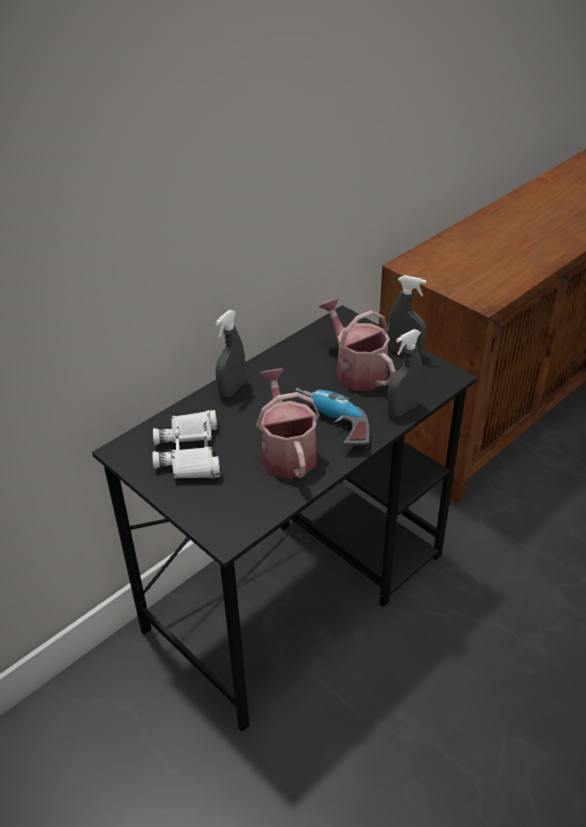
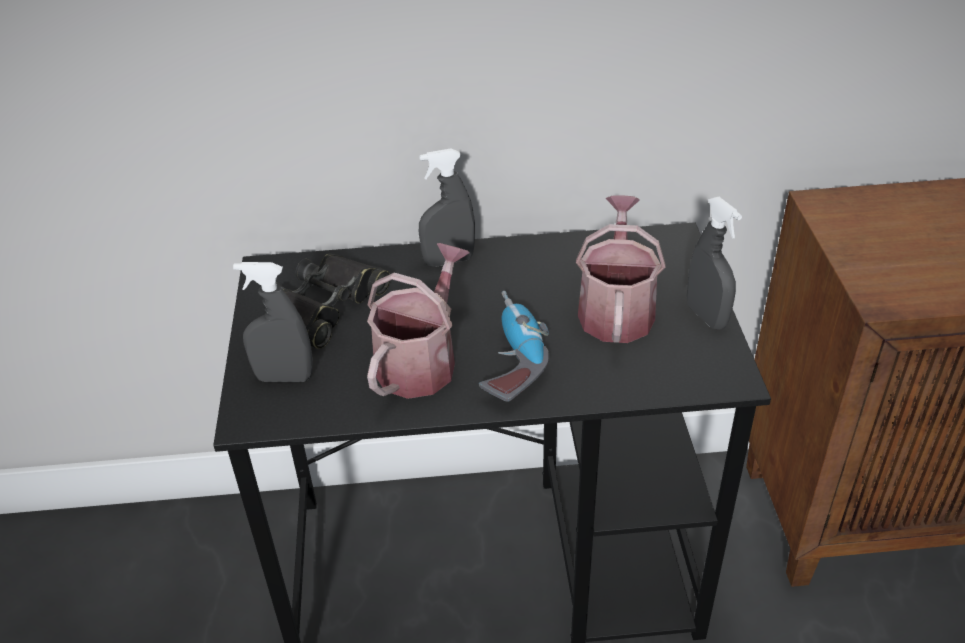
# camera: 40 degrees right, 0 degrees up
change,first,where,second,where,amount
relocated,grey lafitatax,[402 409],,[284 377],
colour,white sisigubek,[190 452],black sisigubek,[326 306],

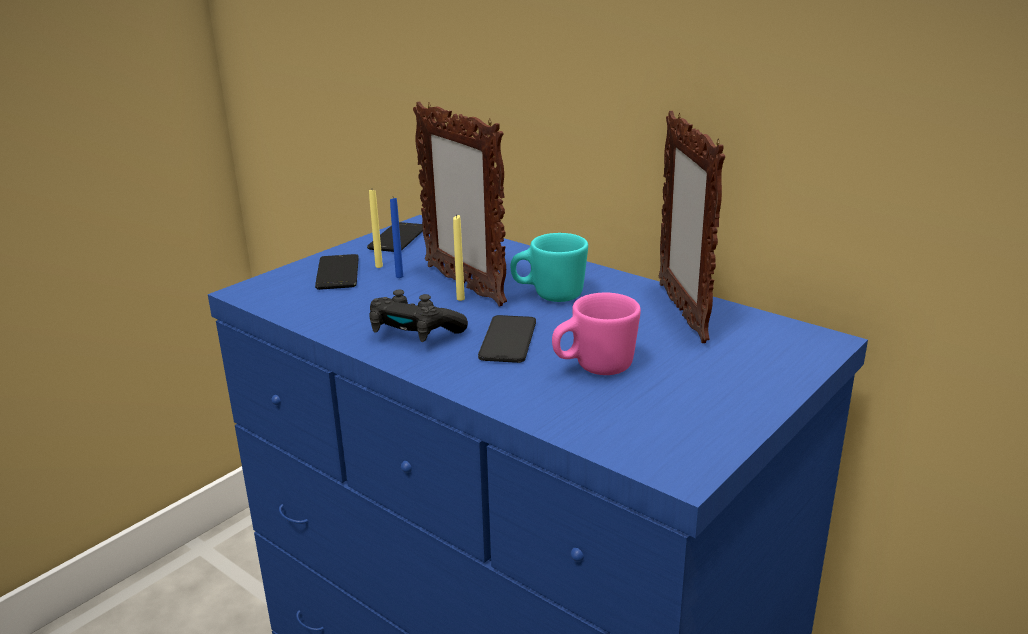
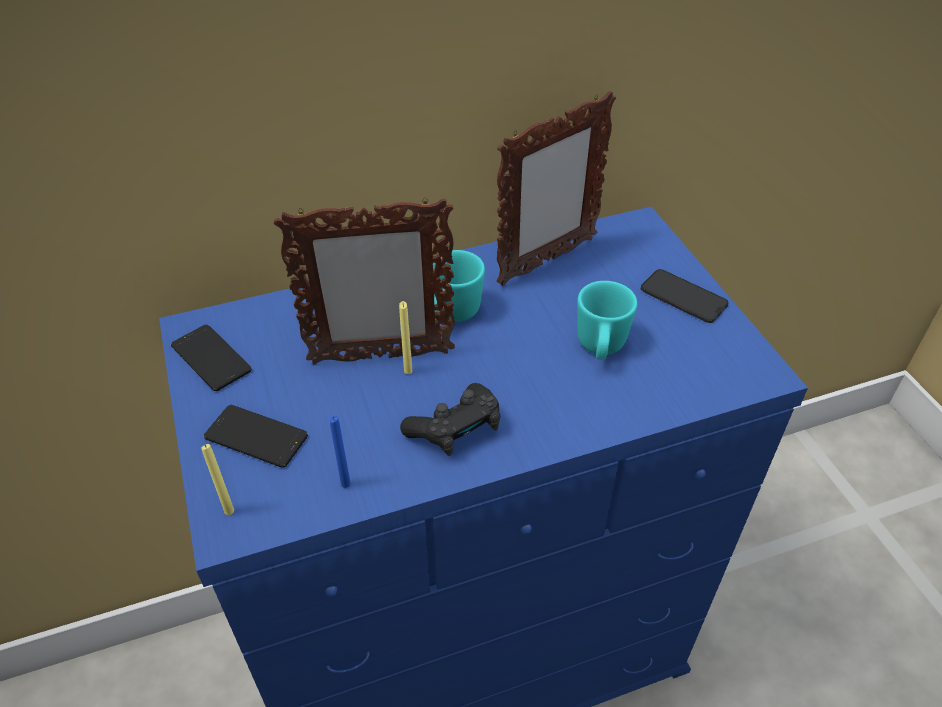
# camera: 60 degrees left, 20 degrees up
change,first,where,second,where,amount
spun,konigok,[682 312],,[546 261],60 degrees counterclockwise
relocated,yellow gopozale,[379 266],,[229 511],
relocated,blue gopozale,[399 276],,[345 484],
colour,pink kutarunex,[594 368],turquoise kutarunex,[600 348],
relocated,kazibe,[508 340],,[683 296],

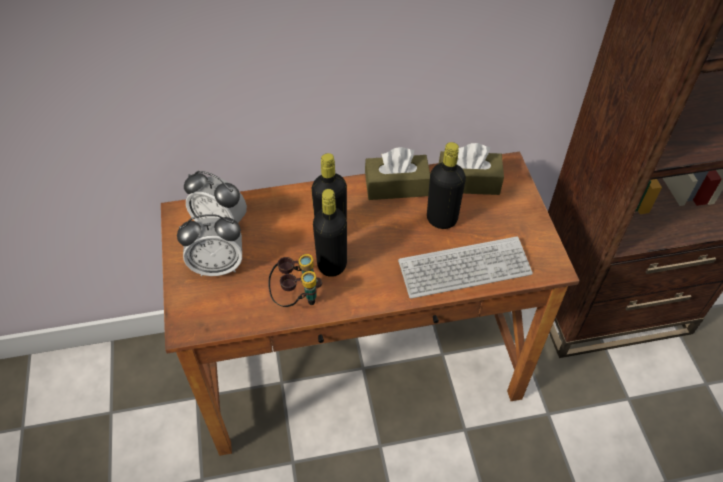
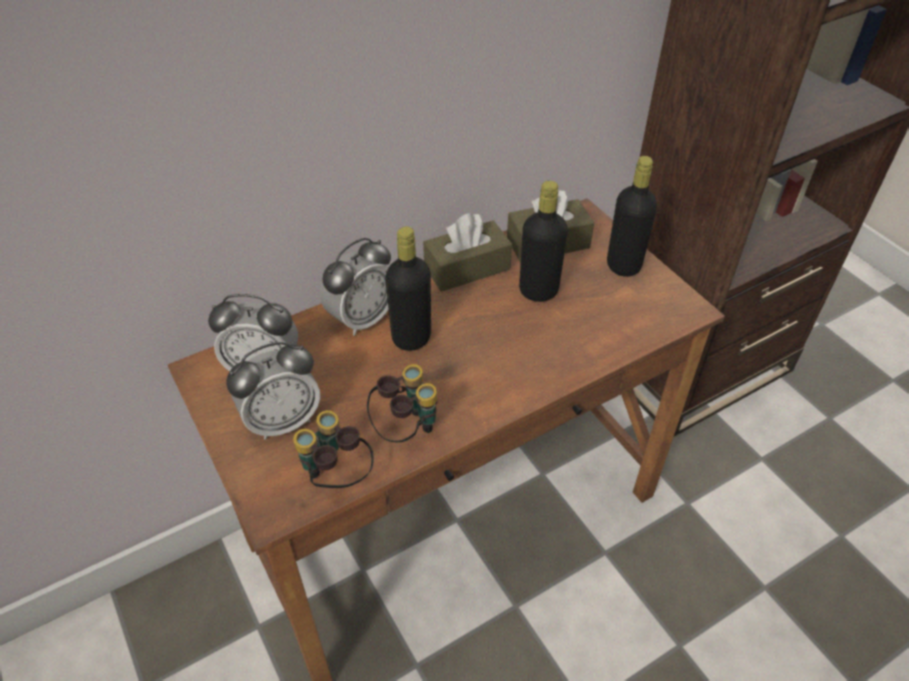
# camera: 20 degrees left, 5 degrees down
change,first,where,second,where,amount
relocated,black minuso,[332 265],,[623 265],
missing,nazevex,[464 269],,,
appeared,,,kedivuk,[362 318],
appeared,,,sisigubek,[337 477],

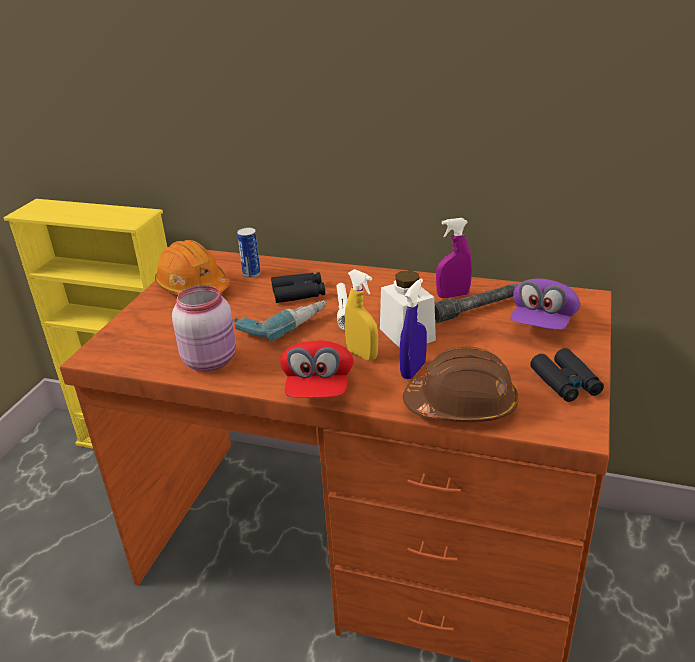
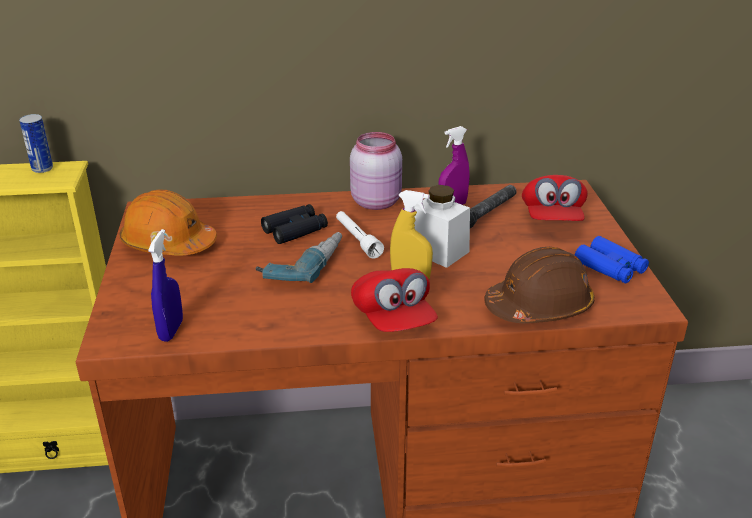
# camera: 25 degrees left, 0 degrees up
change,first,where,second,where,amount
relocated,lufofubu,[251 274],,[42 168],
relocated,blue lafitatax,[413 370],,[171 330],
colour,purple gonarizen,[542 323],red gonarizen,[552 218],
relocated,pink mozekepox,[211 360],,[377 202],
colour,black sisigubek,[565 383],blue sisigubek,[610 267],

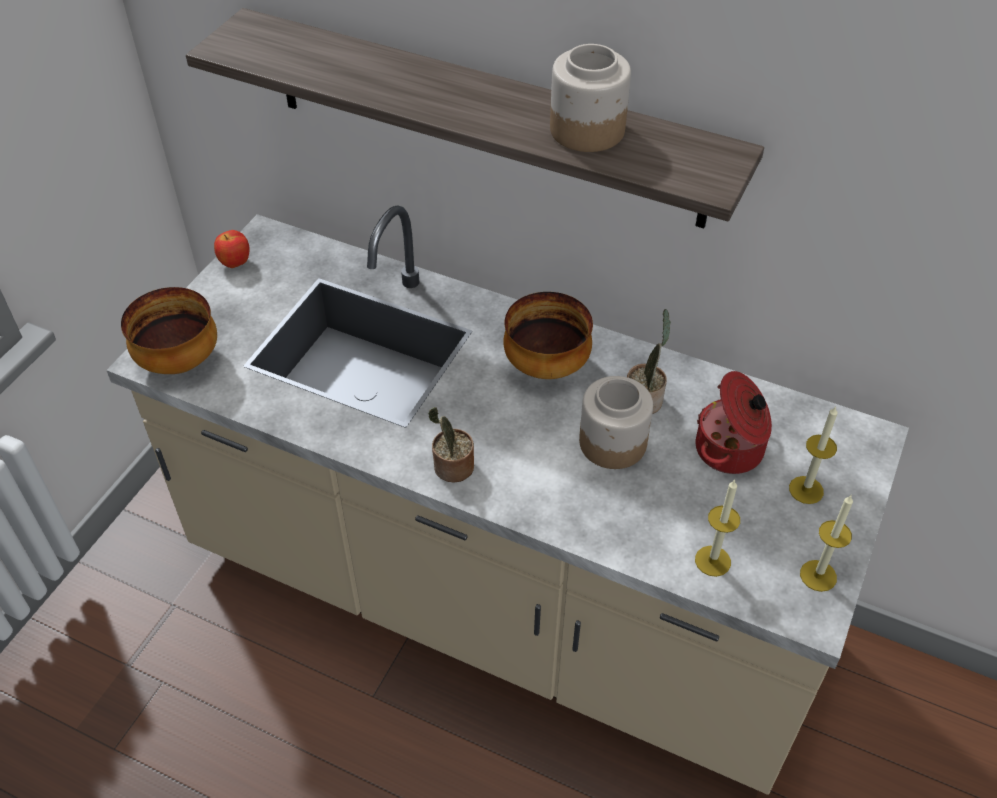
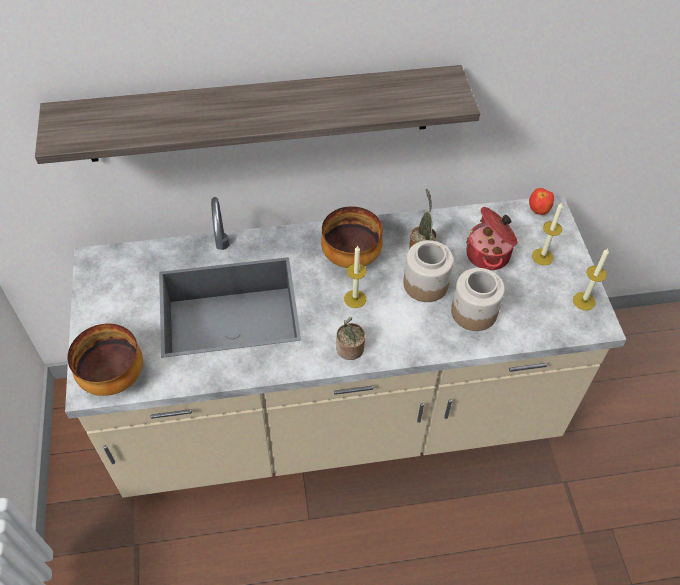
# camera: 35 degrees left, 5 degrees up
change,first,where,second,where,amount
relocated,mozekepox,[586 130],,[473 312],
relocated,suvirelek,[235 263],,[538 211],
relocated,gopozale,[712 561],,[355 299],

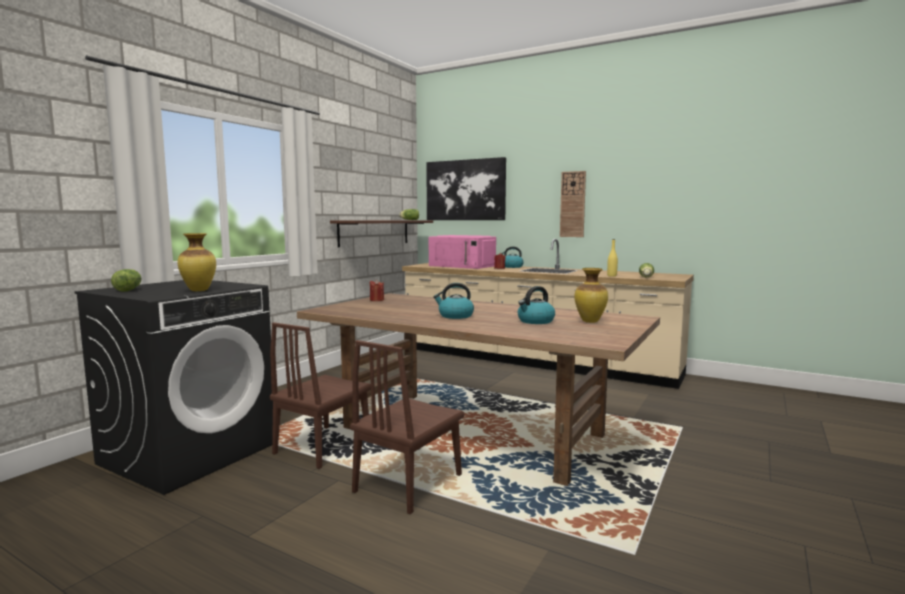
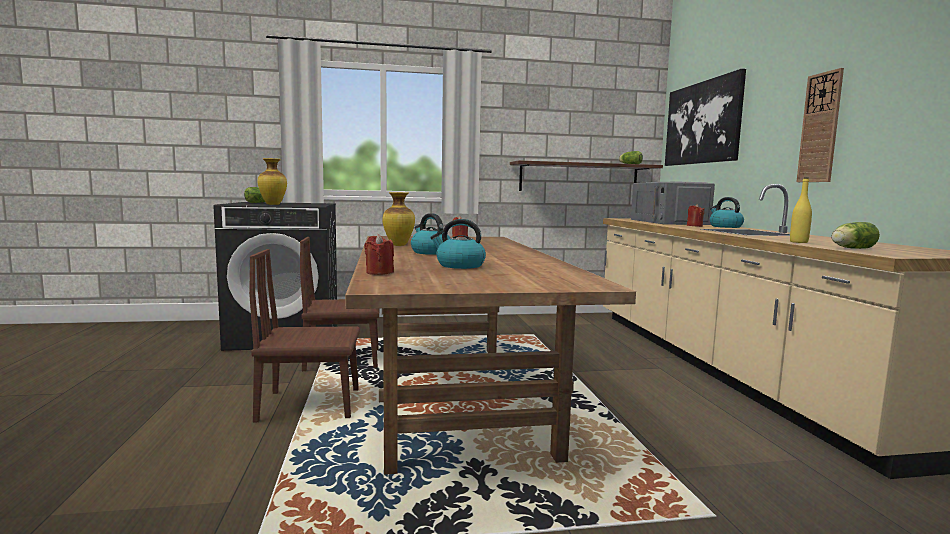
# camera: 50 degrees right, 0 degrees up
change,first,where,second,where,amount
colour,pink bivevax,[462 266],grey bivevax,[669 222],
relocated,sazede,[590 321],,[399 245],
appeared,,,red gopozale,[379 272],

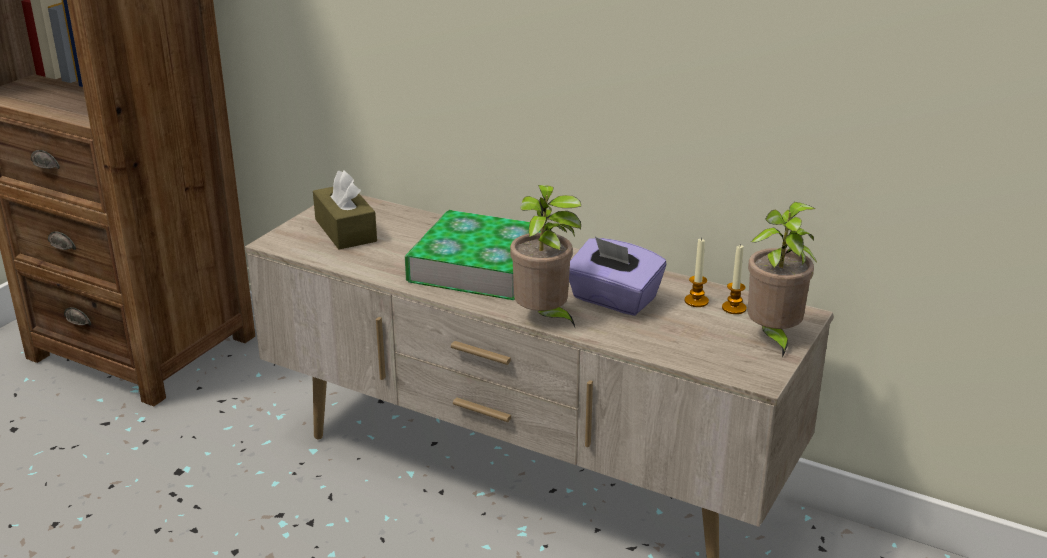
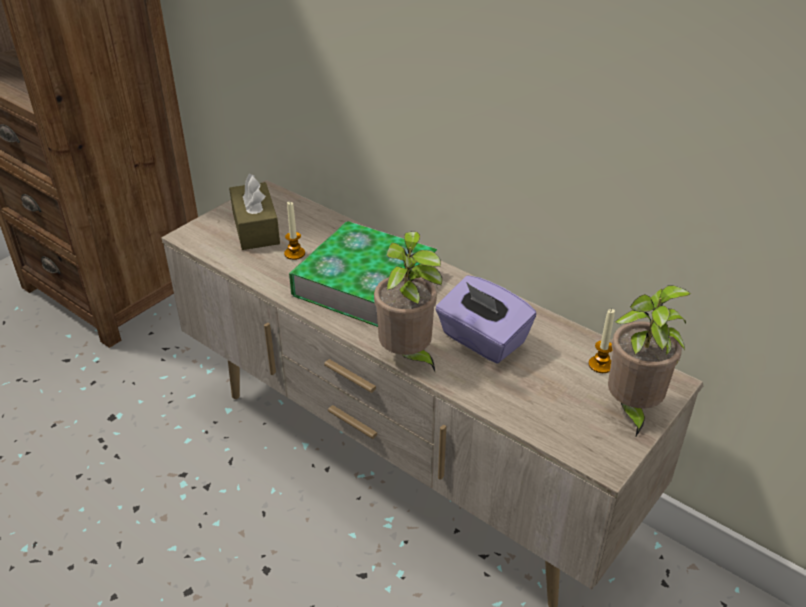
# camera: 10 degrees right, 10 degrees up
change,first,where,second,where,amount
relocated,gopozale,[696 301],,[294 253],

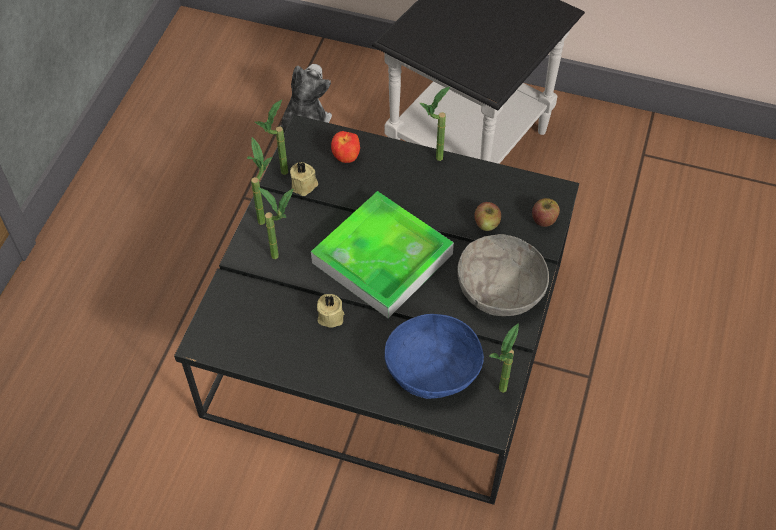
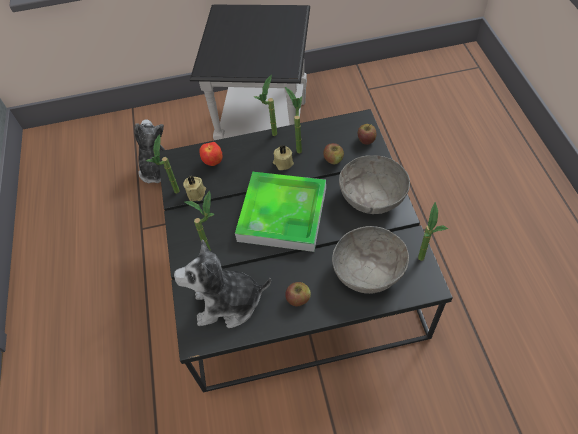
# camera: 25 degrees left, 0 degrees up
change,first,where,second,where,amount
relocated,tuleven,[263 215],,[297 147],
relocated,beige gopozale,[330 316],,[283 163],
colour,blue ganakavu,[433 370],grey ganakavu,[368 270],
appeared,,,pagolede,[228 303],
appeared,,,suvirelek,[298 298],

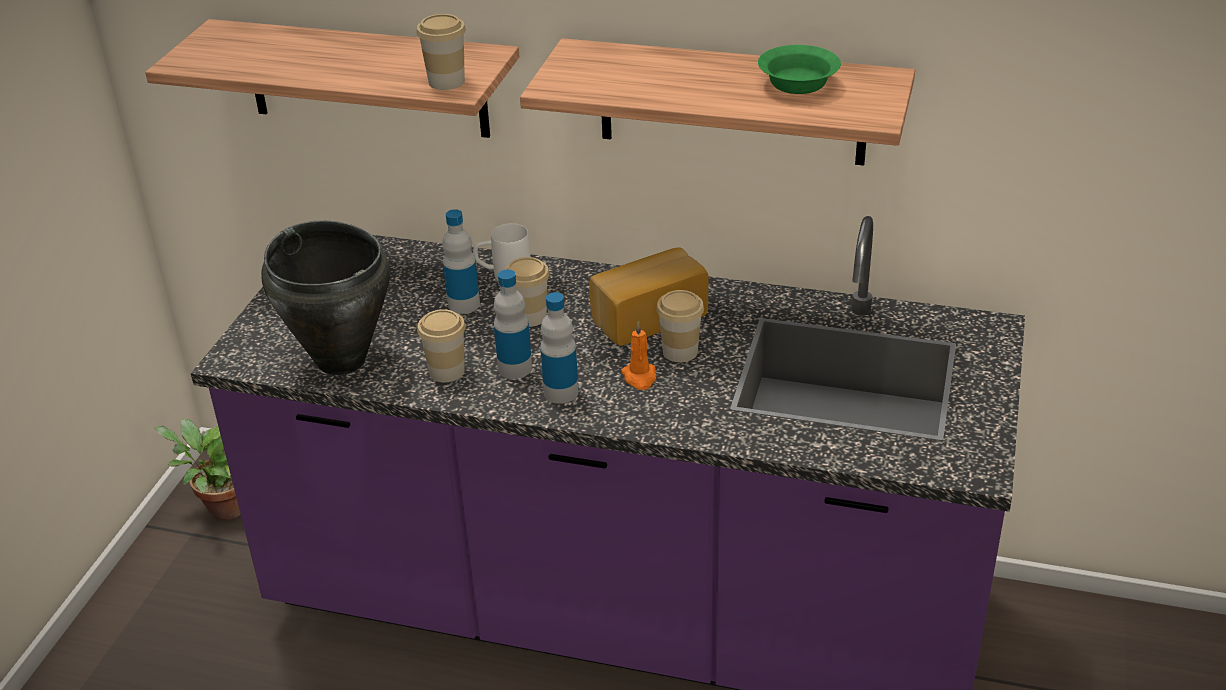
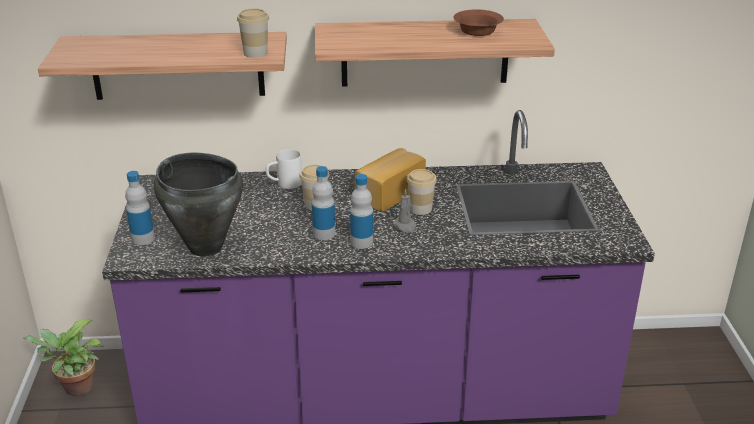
# camera: 20 degrees left, 5 degrees down
change,first,where,second,where,amount
colour,green ganakavu,[797 85],brown ganakavu,[477 32],
relocated,minuso,[464 304],,[143 238],
missing,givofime,[446 371],,,
colour,orange gopozale,[640 377],grey gopozale,[405 226],

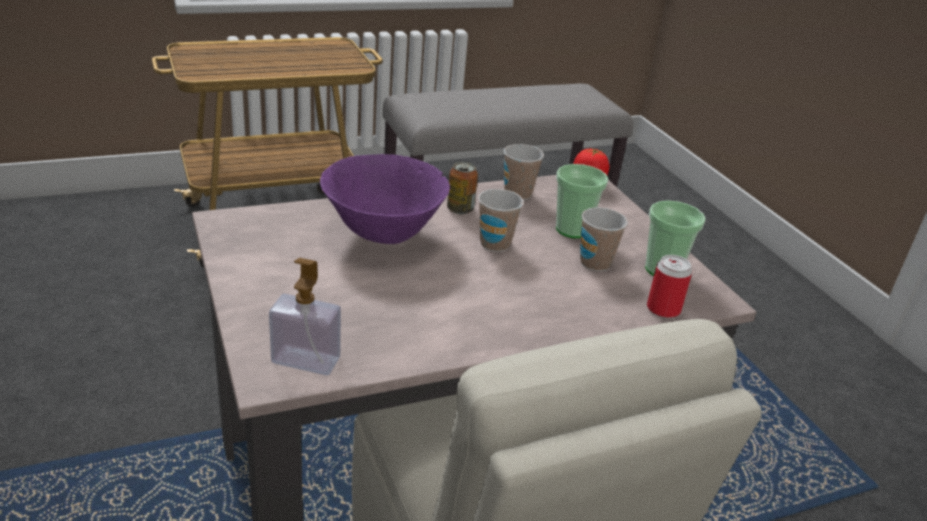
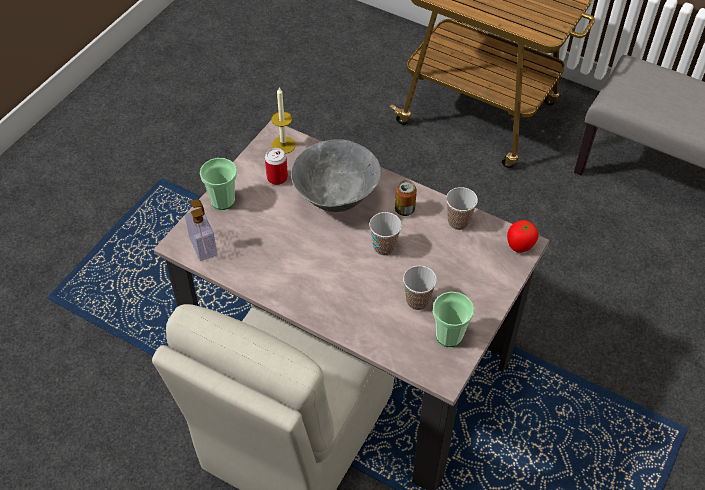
# camera: 55 degrees right, 20 degrees up
change,first,where,second,where,amount
colour,purple ganakavu,[383 235],grey ganakavu,[336 199],
relocated,givofime,[572 229],,[223 200],
relocated,lufofubu,[663 309],,[277 178],
appeared,,,gopozale,[283 145],

